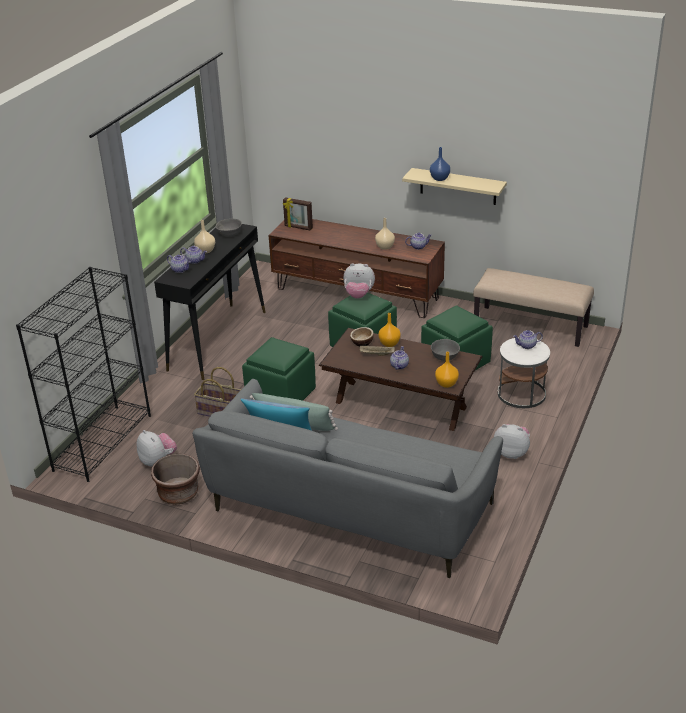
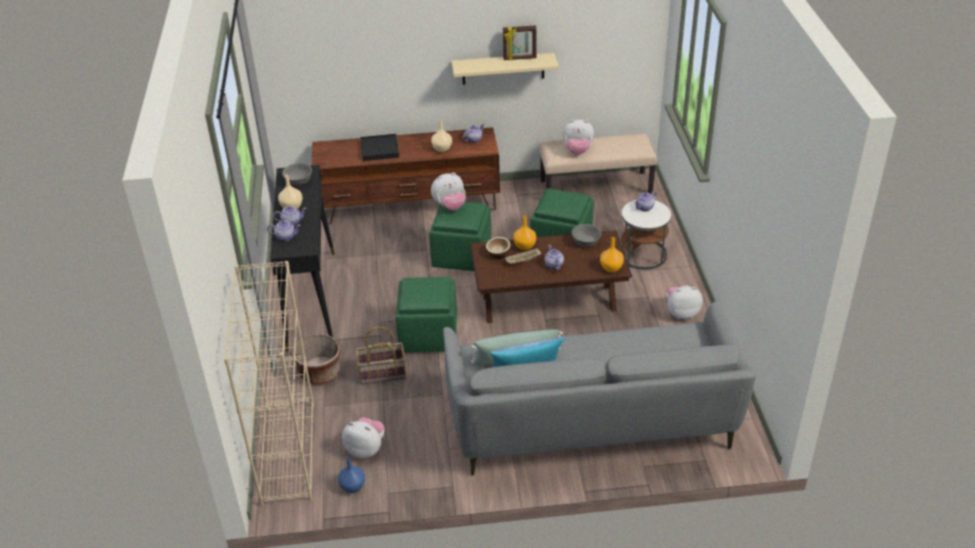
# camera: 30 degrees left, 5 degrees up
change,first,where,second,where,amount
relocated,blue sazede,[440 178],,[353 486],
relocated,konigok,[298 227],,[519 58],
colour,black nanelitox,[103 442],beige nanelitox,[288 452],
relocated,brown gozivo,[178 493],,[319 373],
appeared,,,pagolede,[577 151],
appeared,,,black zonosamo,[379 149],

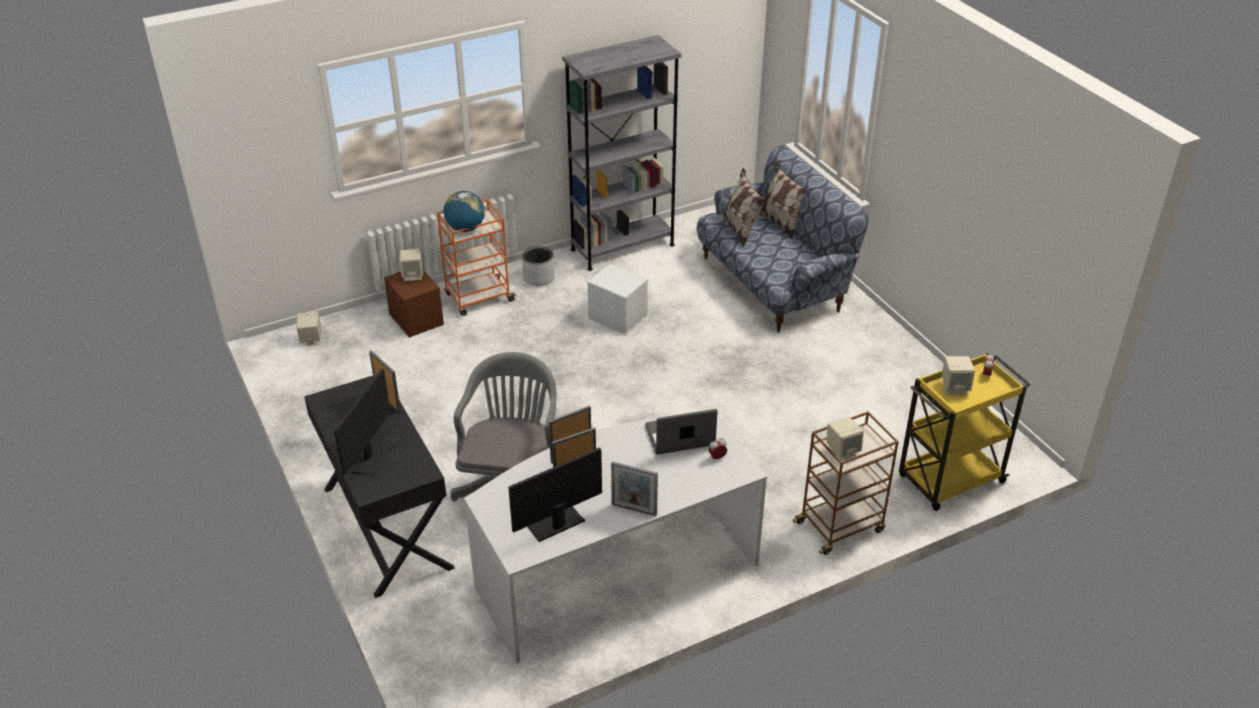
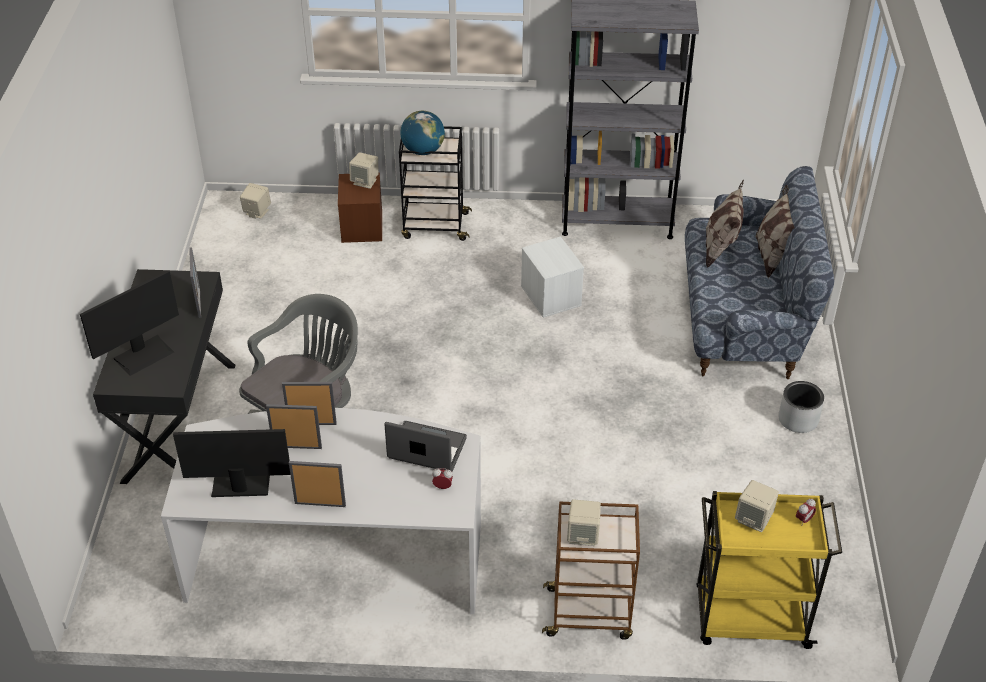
# camera: 30 degrees right, 5 degrees up
change,first,where,second,where,amount
colour,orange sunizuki,[478 298],black sunizuki,[434 226],
relocated,grey gozivo,[539 278],,[798 420],
spun,konigok,[634 509],,[320 504],135 degrees clockwise

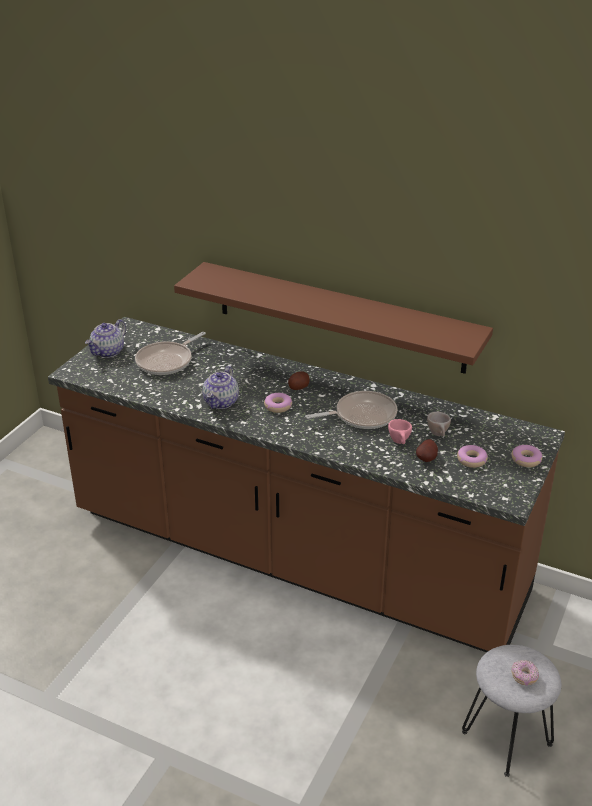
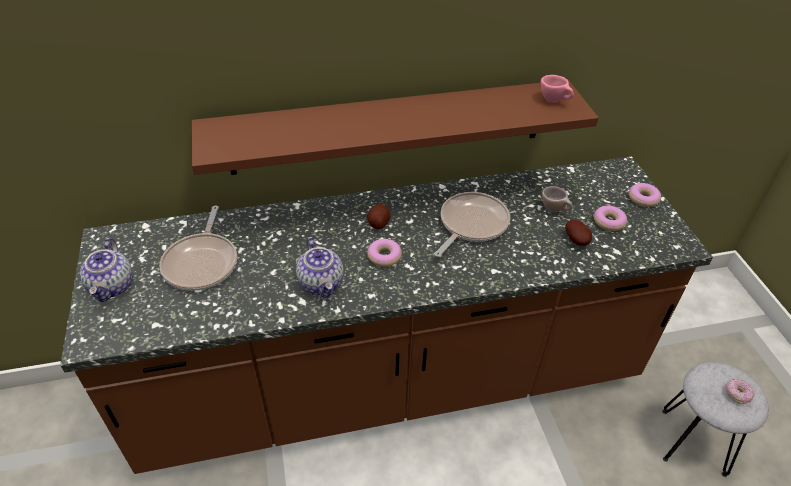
# camera: 40 degrees left, 10 degrees up
change,first,where,second,where,amount
relocated,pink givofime,[400 442],,[554 101],

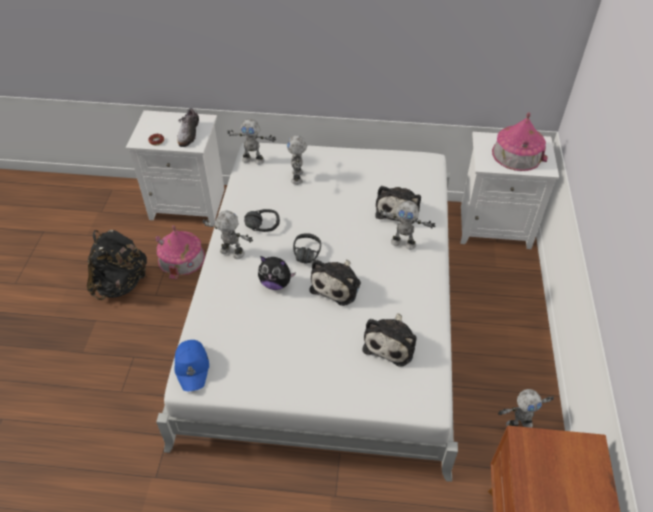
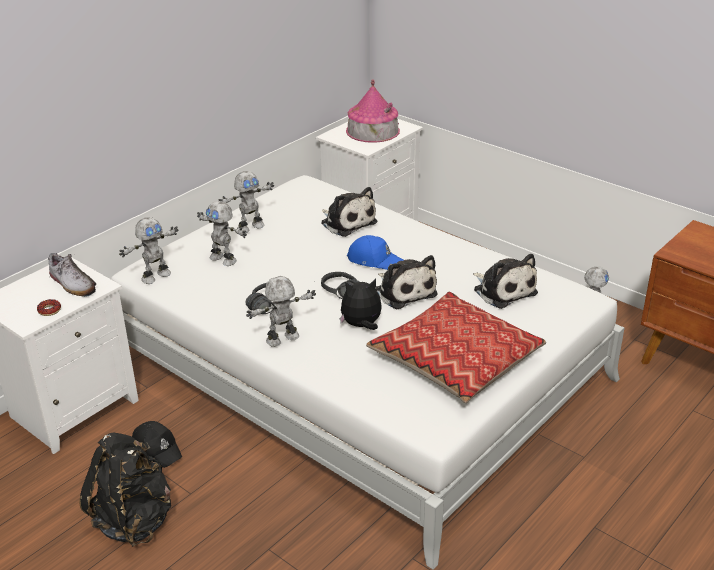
# camera: 55 degrees left, 15 degrees down
change,first,where,second,where,amount
relocated,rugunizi,[403 243],,[250 227],
exchanged,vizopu,[181 258],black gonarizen,[157 449],
spun,pagolede,[276 283],,[361 326],150 degrees counterclockwise
relocated,blue gonarizen,[192 367],,[374 260],
appeared,,,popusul,[455 359],

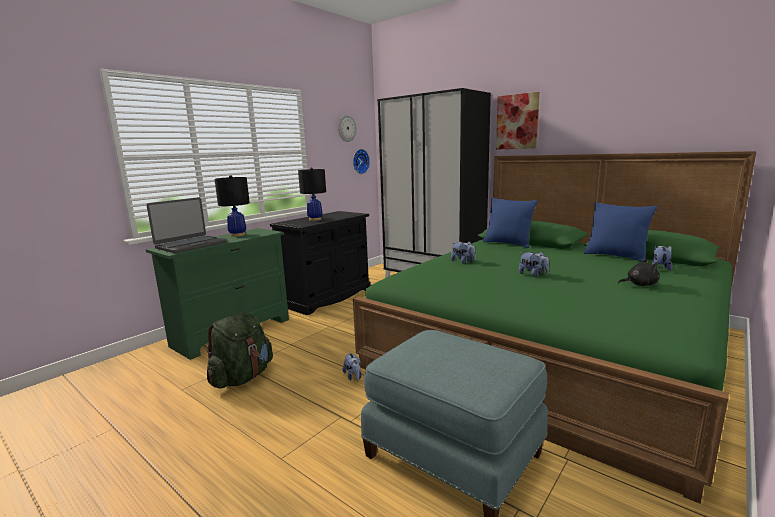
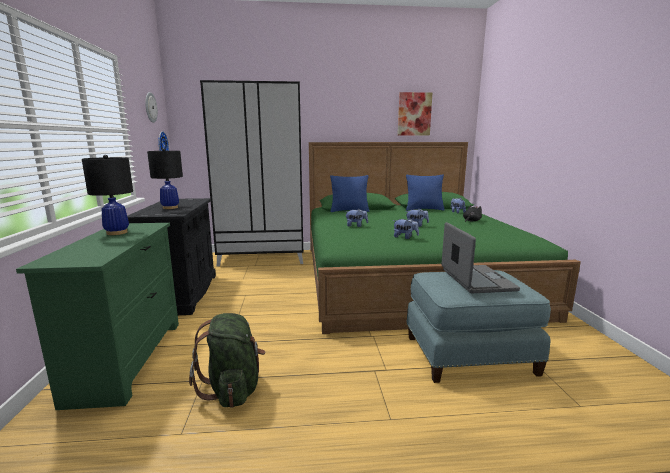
# camera: 45 degrees left, 0 degrees up
change,first,where,second,where,amount
relocated,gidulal,[517 122],,[414 114],
relocated,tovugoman,[191 245],,[476 280],
relocated,pagolede,[353 377],,[405 237],

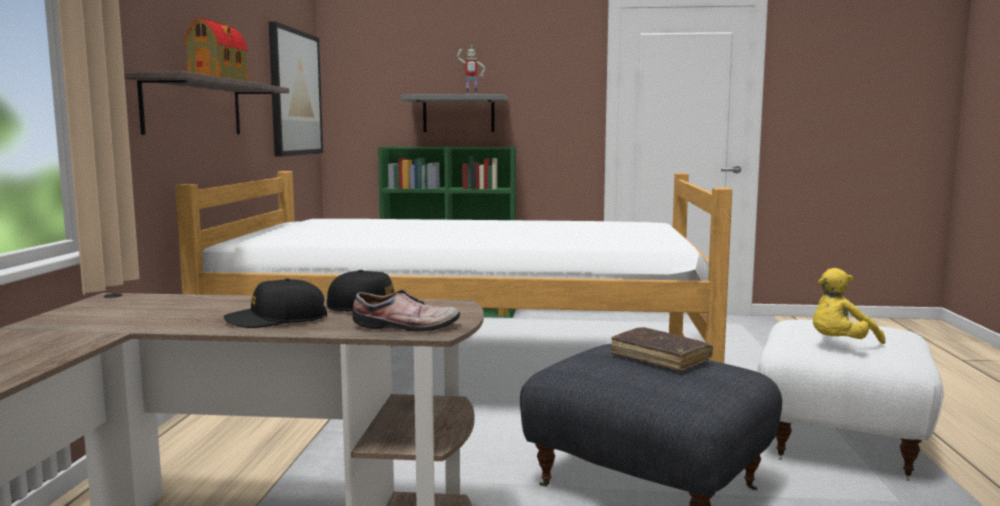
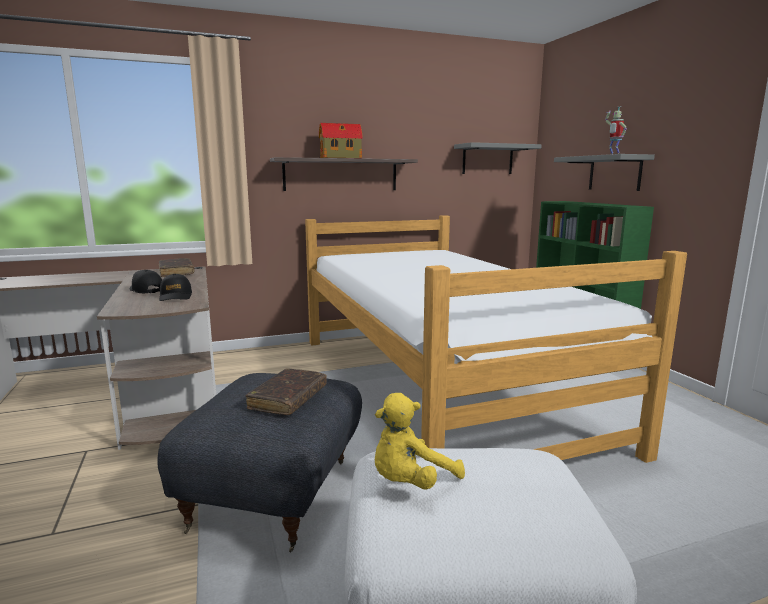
# camera: 65 degrees right, 5 degrees up
change,first,where,second,where,amount
exchanged,gidulal,[295 93],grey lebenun,[487 159],
spun,yellow pagolede,[840 345],,[411 482],75 degrees counterclockwise
missing,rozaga,[406 327],,,
appeared,,,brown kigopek,[176 272],

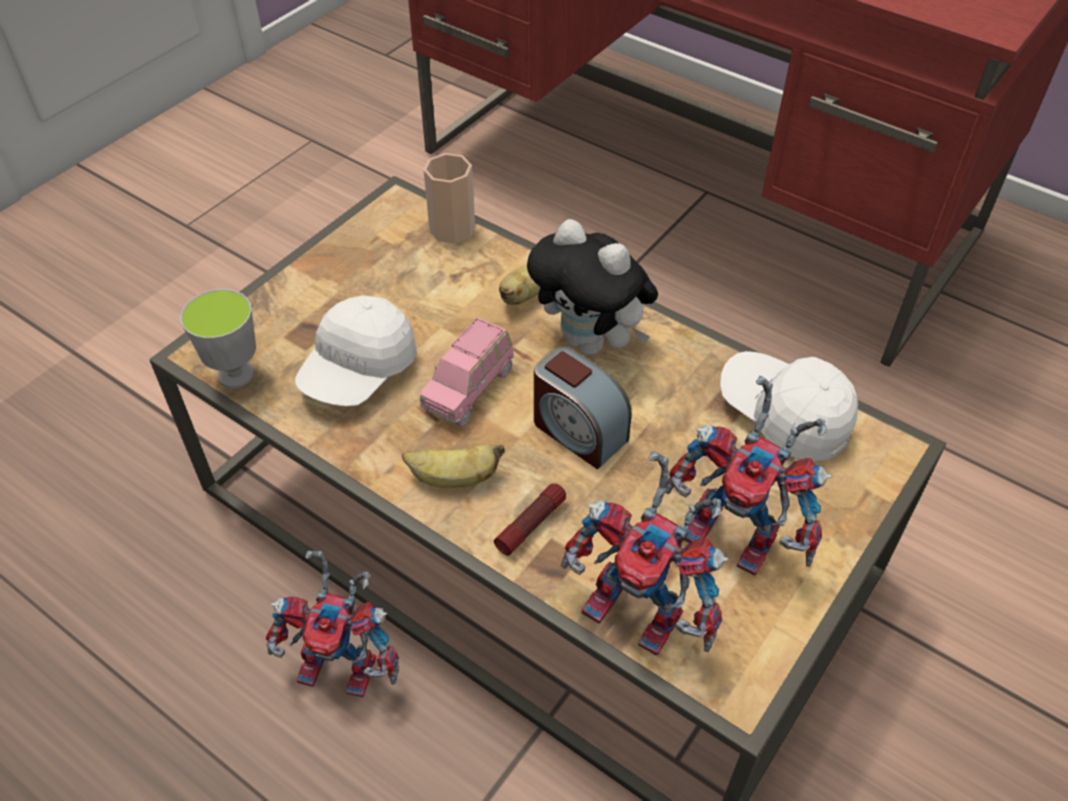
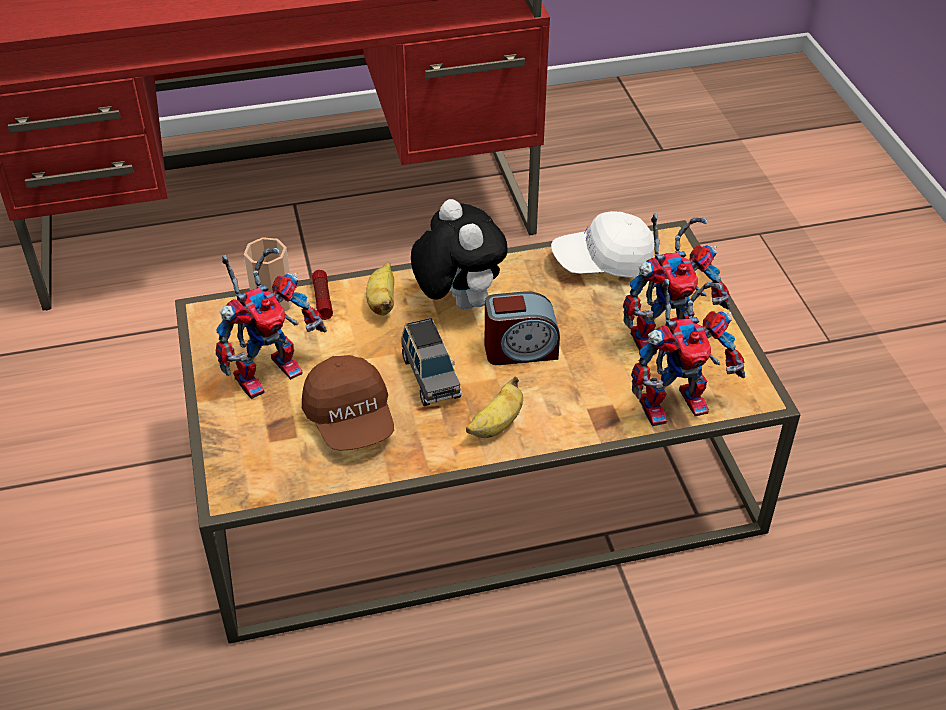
# camera: 50 degrees left, 5 degrees down
change,first,where,second,where,amount
spun,pagolede,[592 343],,[457 302],105 degrees counterclockwise
missing,givofime,[236 374],,,
colour,white gonarizen,[358 371],brown gonarizen,[351 420],
colour,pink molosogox,[469 389],grey molosogox,[430 377],
relocated,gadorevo,[531 524],,[322 300],
relocated,rugunizi,[347 666],,[270 370],

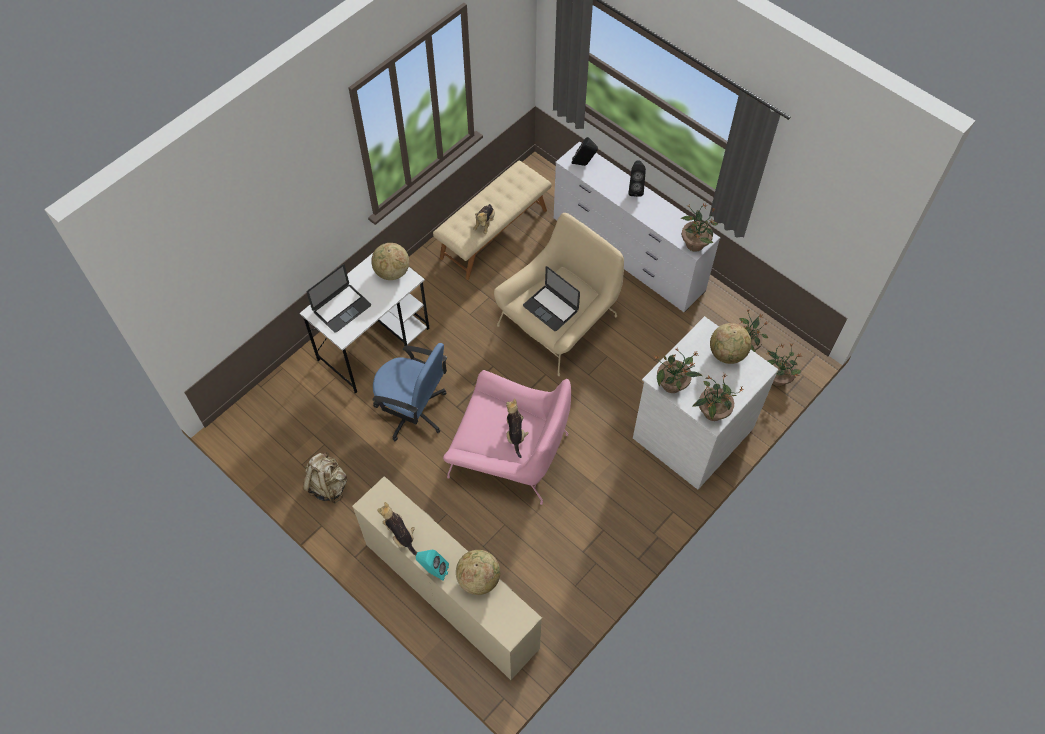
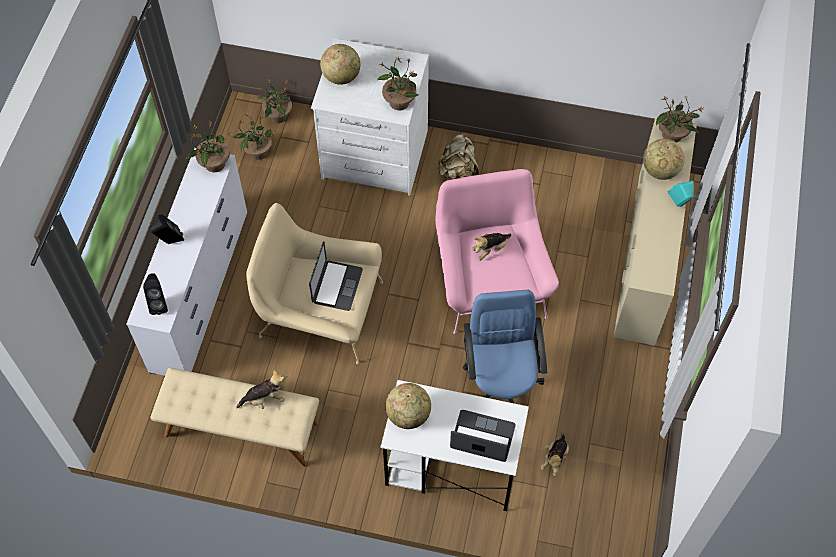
# camera: 120 degrees left, 0 degrees up
change,first,where,second,where,amount
relocated,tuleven,[712 412],,[672 135],
relocated,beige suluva,[328 485],,[458 172],
relocated,pagolede,[400 535],,[555 458],

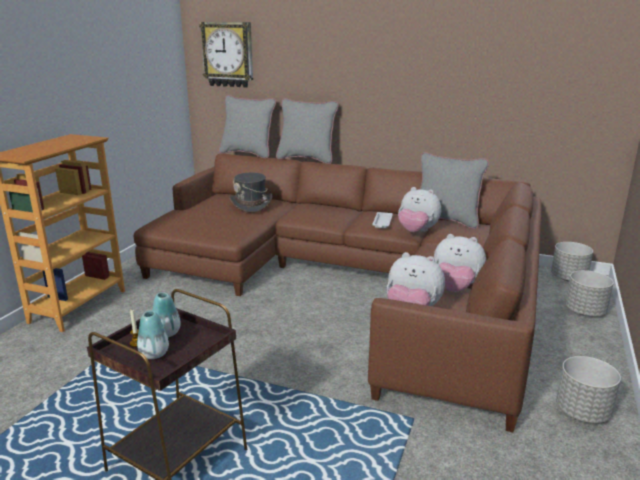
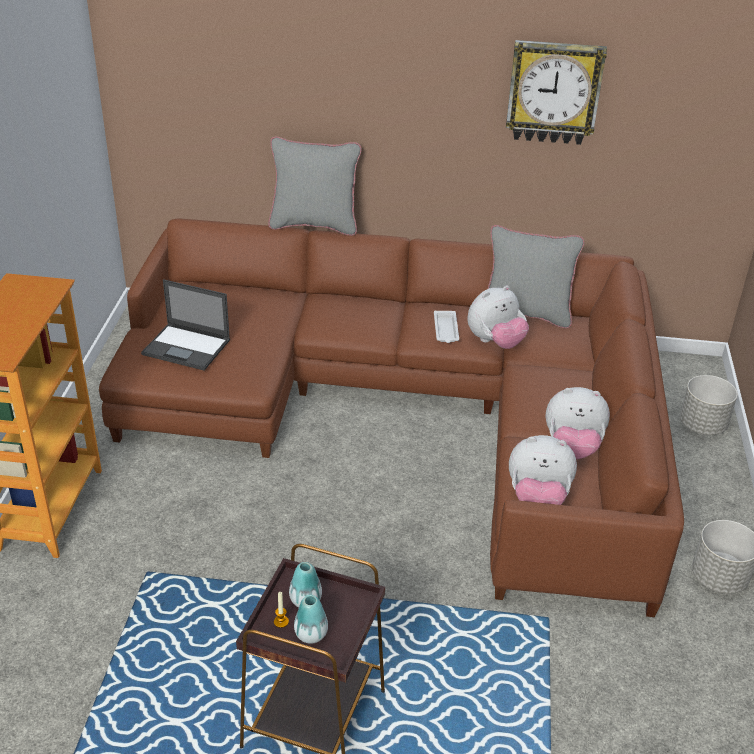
# camera: 15 degrees left, 15 degrees up
change,first,where,second,where,amount
relocated,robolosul,[228 54],,[554 92],
missing,grey popusul,[248 154],,,
missing,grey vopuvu,[251 204],,,
spun,pagolede,[417 231],,[495 342],45 degrees counterclockwise
missing,grey gozivo,[568 278],,,
appeared,,,tovugoman,[187 347],

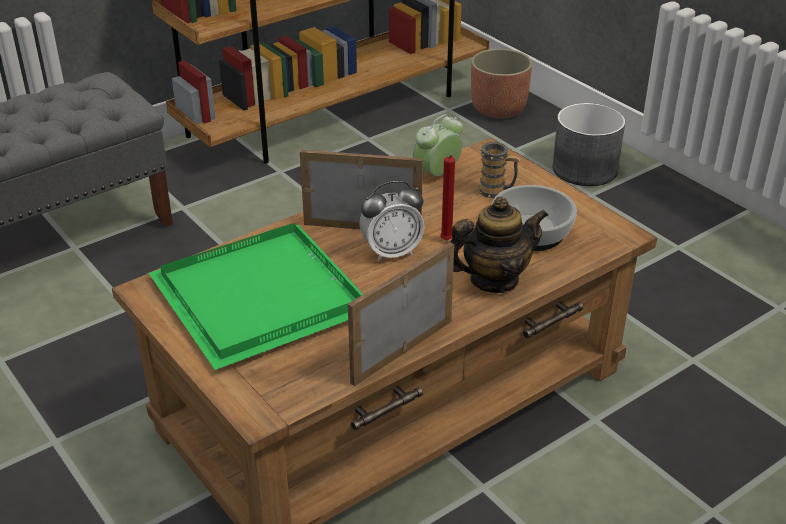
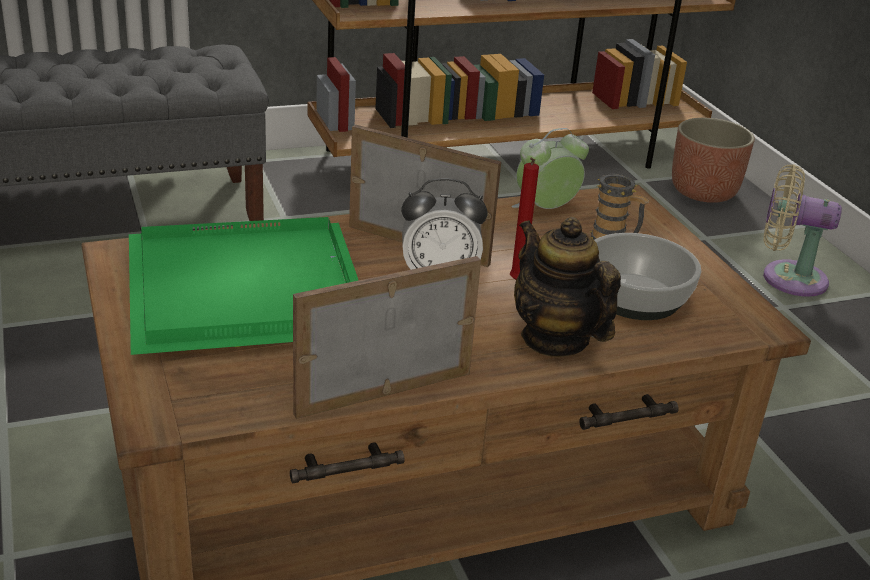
# camera: 15 degrees right, 5 degrees down
change,first,where,second,where,amount
exchanged,grey gozivo,[585 170],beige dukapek,[787 278],
spun,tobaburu,[494 280],,[555 339],120 degrees counterclockwise

